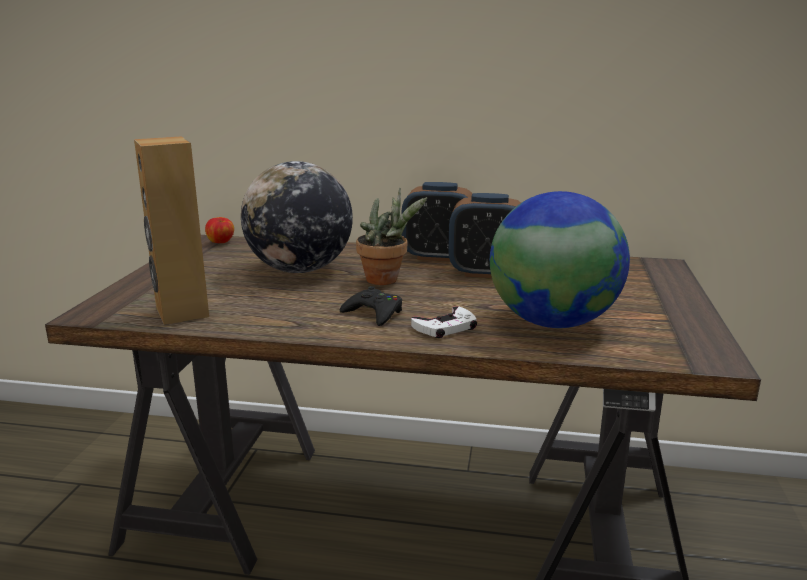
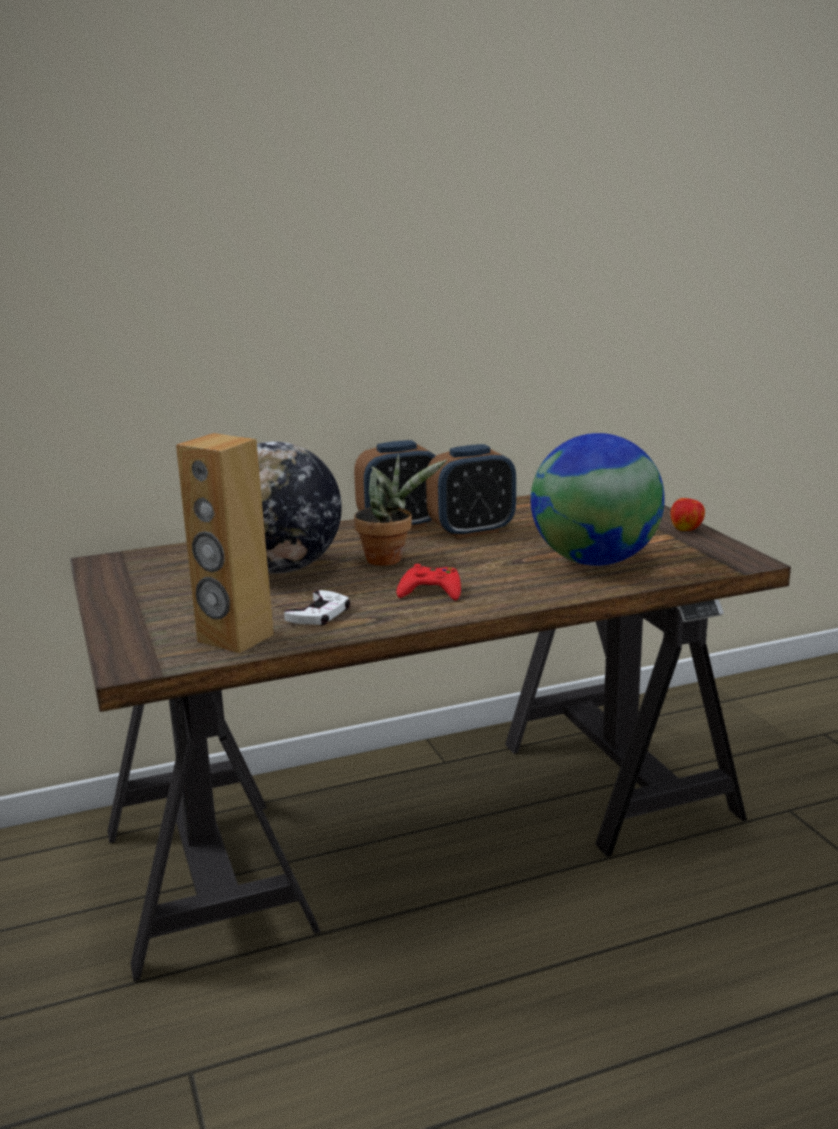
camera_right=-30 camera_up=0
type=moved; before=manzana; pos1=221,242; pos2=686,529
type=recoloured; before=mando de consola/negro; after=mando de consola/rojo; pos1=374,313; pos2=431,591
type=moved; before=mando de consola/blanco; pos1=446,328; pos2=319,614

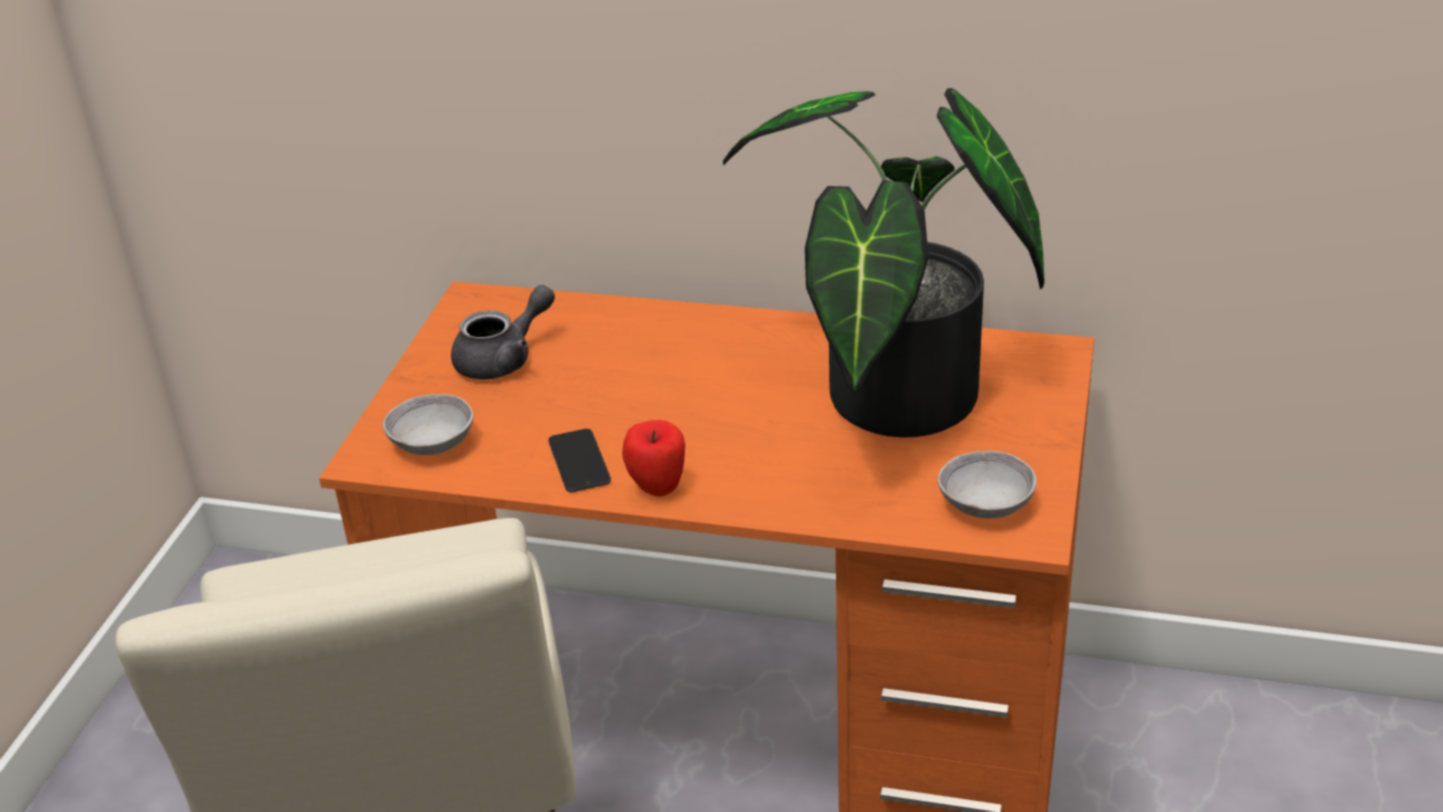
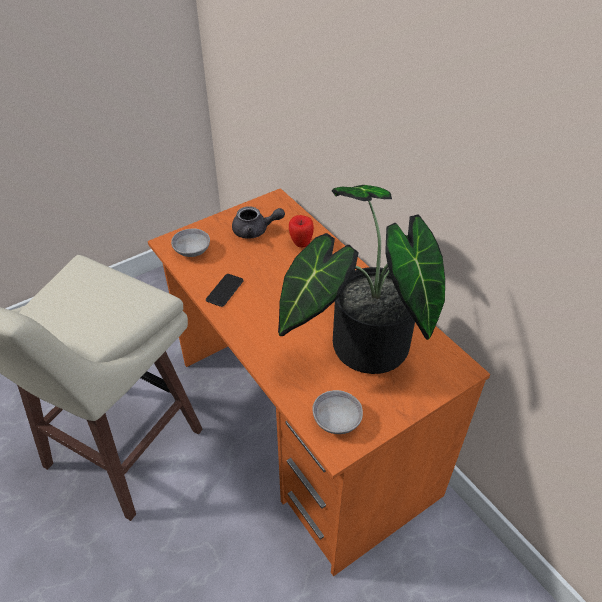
camera_right=40 camera_up=10
type=moved; before=manzana; pos1=657,489; pos2=301,244

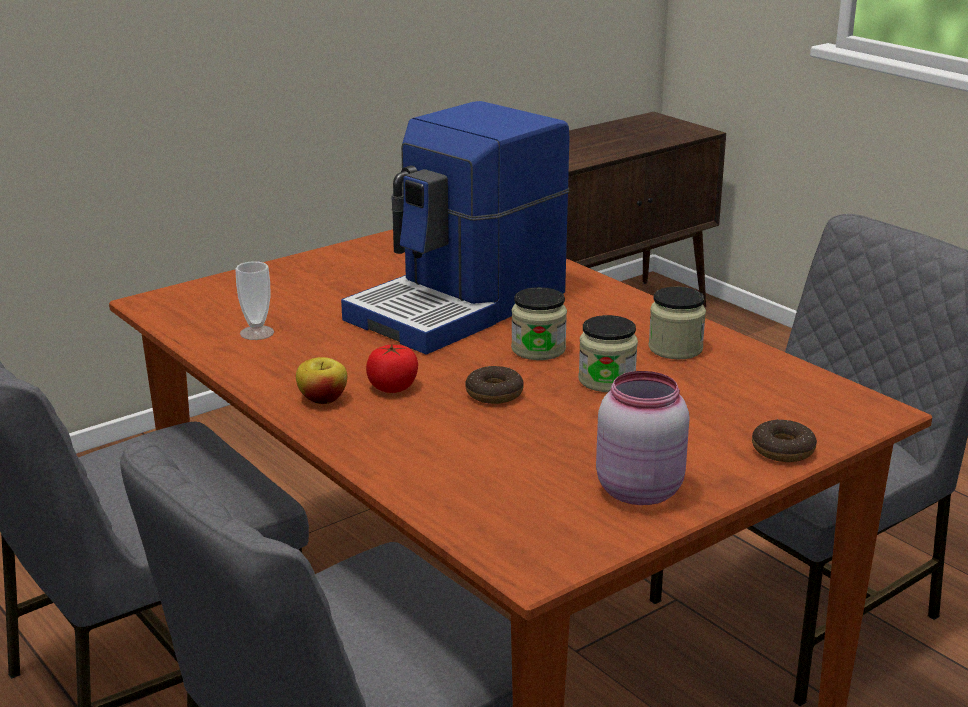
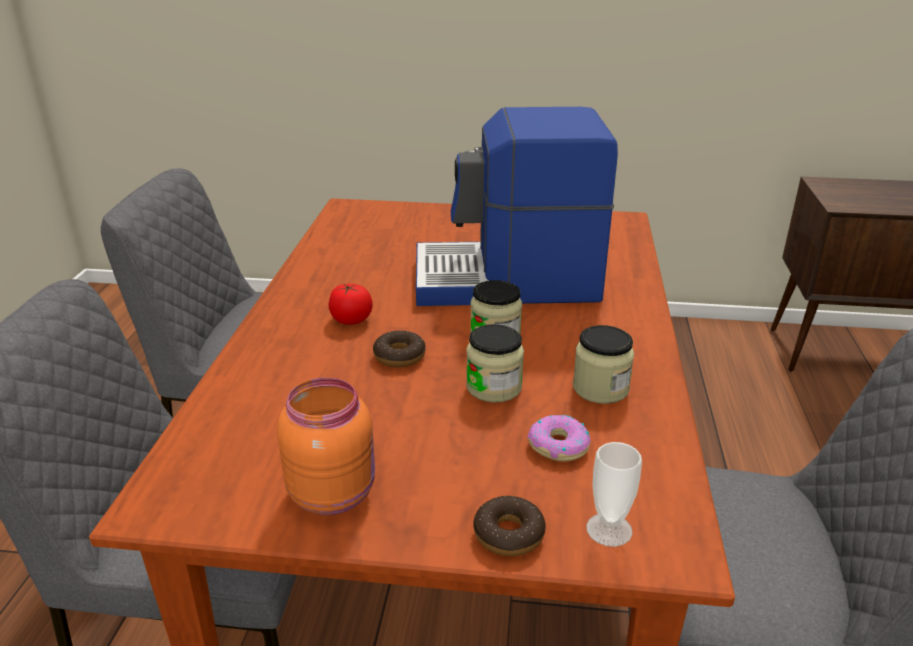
camera_right=45 camera_up=5
type=moved; before=taza; pos1=257,333; pos2=609,529
type=removed; before=manzana; pos1=323,399
type=recoloured; before=tarro/rosa; after=tarro/naranja; pos1=638,489; pos2=333,492
type=added; after=rosquilla; pos2=558,445

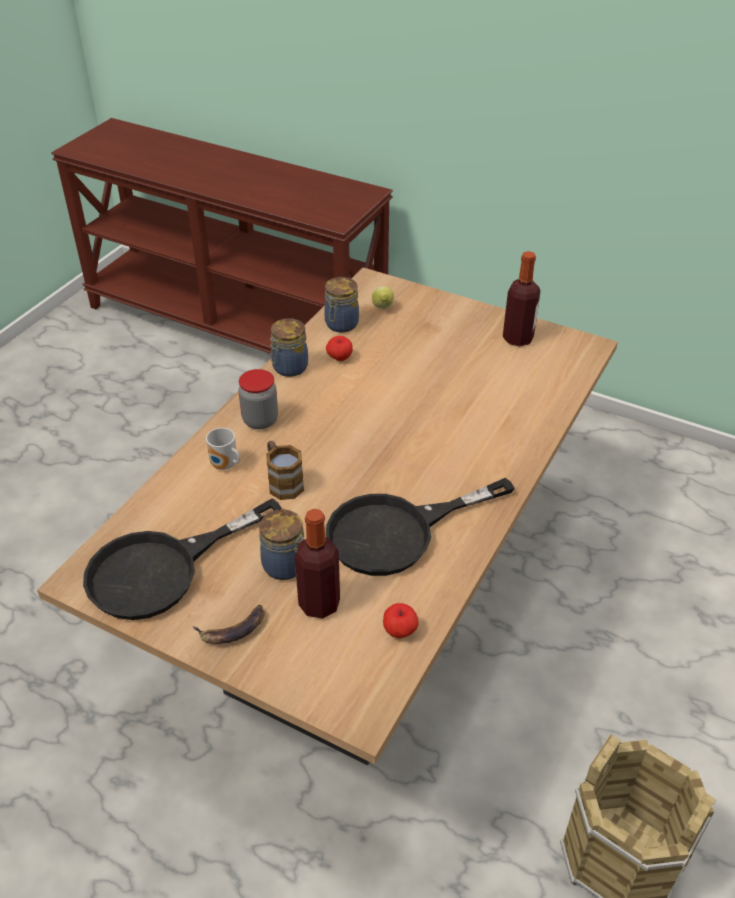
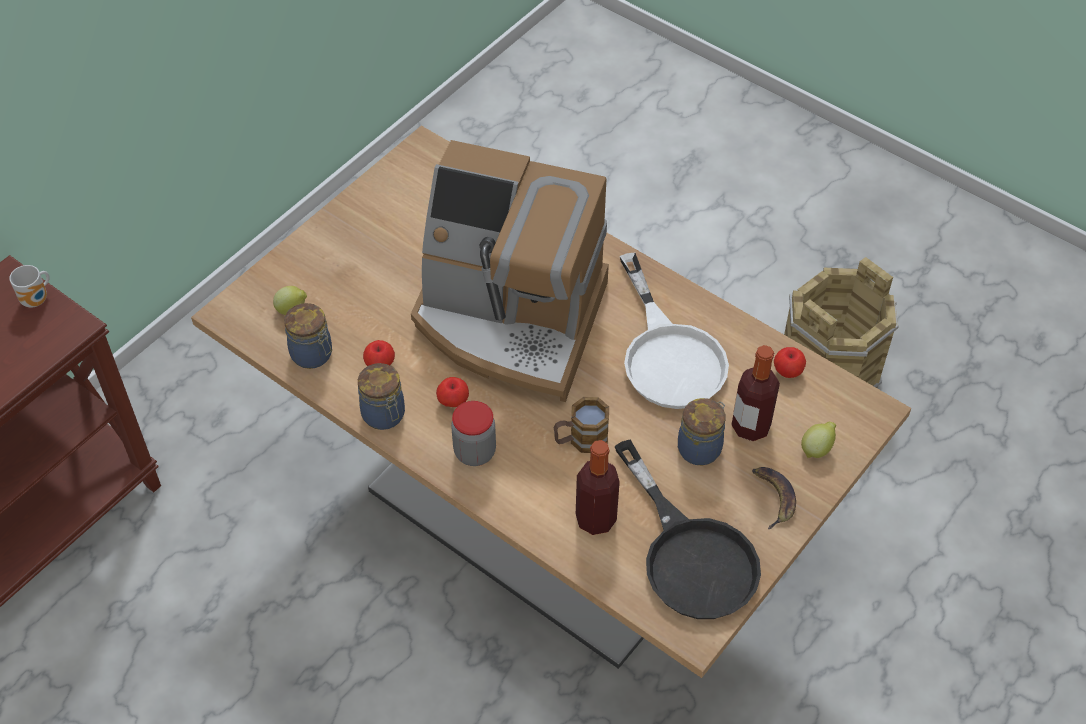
camera_right=-80 camera_up=10
type=moved; before=taza grande; pos1=225,466; pos2=37,300
type=recoloured; before=sartén/negro; after=sartén/blanco; pos1=397,532; pos2=669,354
type=moved; before=botella; pos1=518,338; pos2=596,519
type=added; after=cafetera; pos2=510,320
type=added; after=manzana; pos2=453,401
type=added; after=limón; pos2=817,449

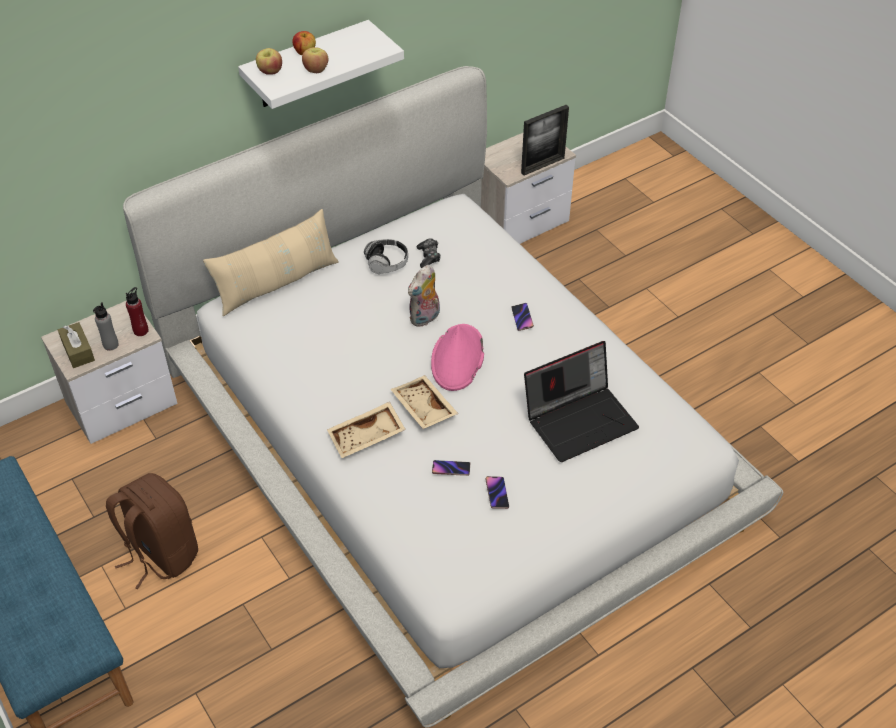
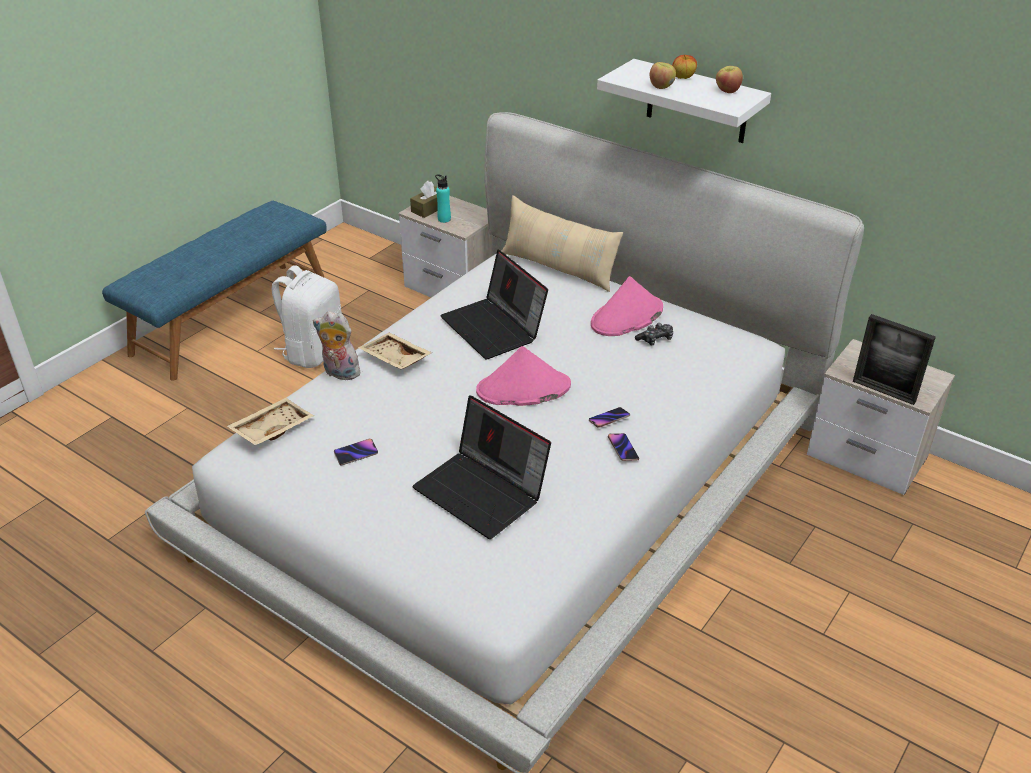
camera_right=70 camera_up=-10
type=recoloured; before=botella/gris; after=botella/turquesa; pos1=110,345; pos2=444,219
type=recoloured; before=mochila/marrón; after=mochila/blanco; pos1=160,553; pos2=313,351
type=removed; before=botella/rojo; pos1=141,330
type=moved; before=manzana; pos1=270,72; pos2=727,91
type=replaced; before=auriculares; after=sombrero/rosa; pos1=387,263; pos2=626,317
type=moved; before=bandeja/beis; pos1=422,408; pos2=271,429
type=moved; before=peluche; pos1=425,318; pos2=339,373
type=moved; before=móvil; pos1=451,469; pos2=622,449
type=added; after=portátil; pos2=494,328

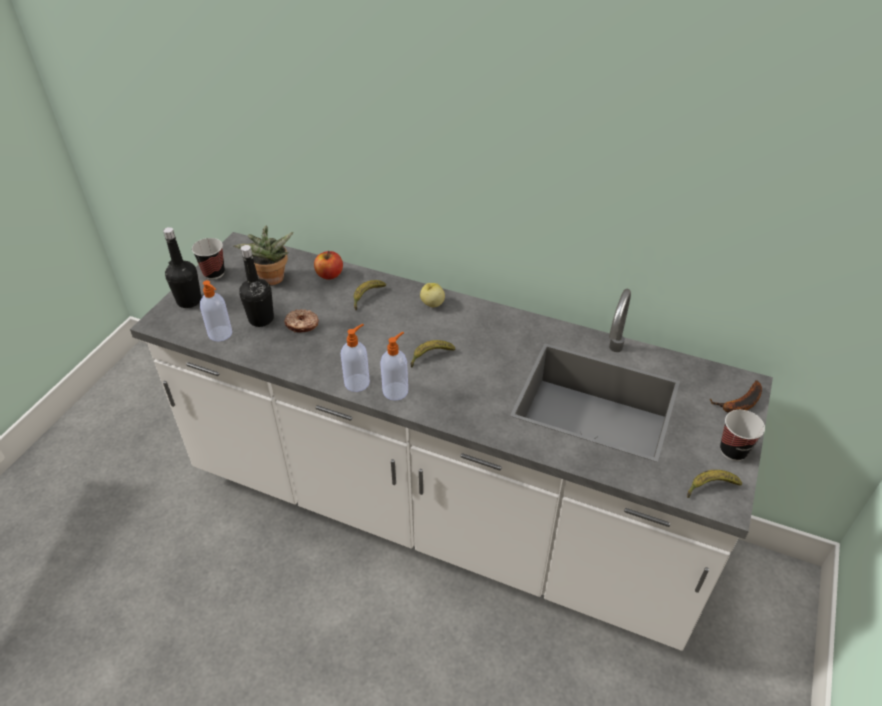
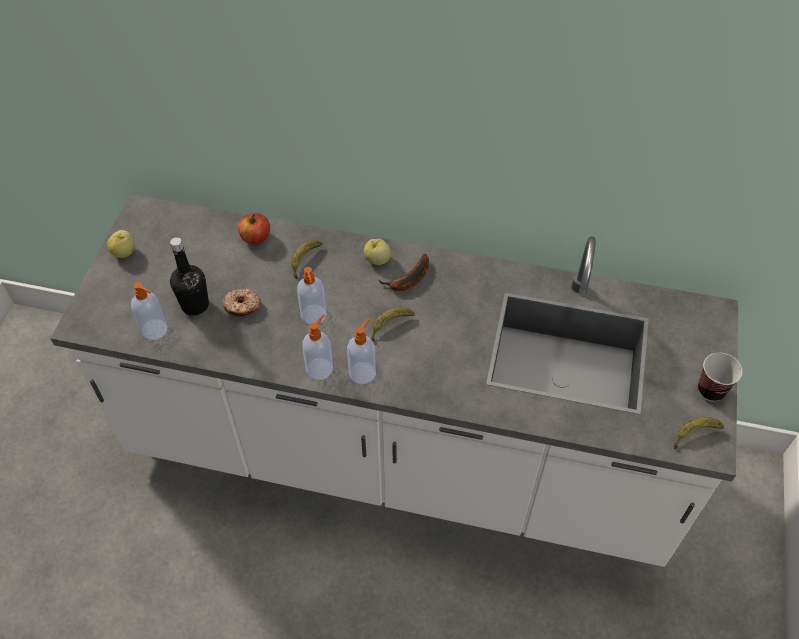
camera_right=-10 camera_up=10
type=removed; before=botella/negro; pos1=189,301
type=replaced; before=taza; after=manzana; pos1=214,273; pos2=124,252
type=removed; before=planta en maceta; pos1=271,281
type=moved; before=plátano; pos1=740,404; pos2=408,280
type=added; after=dispensador de jabón; pos2=314,315

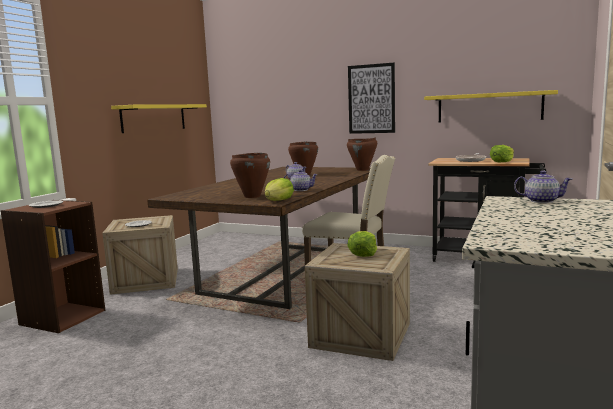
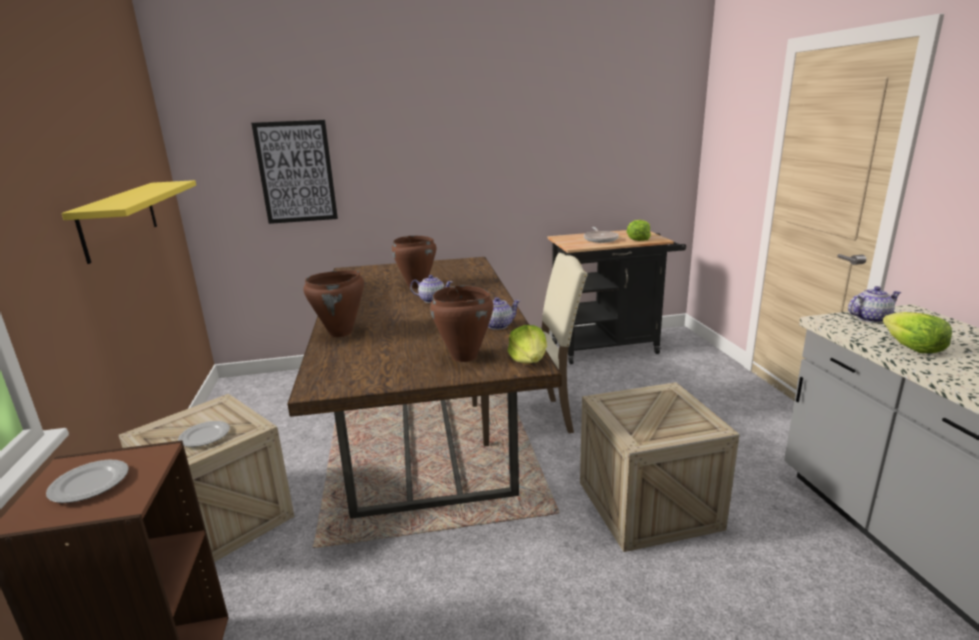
camera_right=-35 camera_up=10
type=moved; before=olla/marrón; pos1=362,170; pos2=341,333
type=moved; before=lechuga; pos1=363,254; pos2=912,347
type=moved; before=cuadro; pos1=371,99; pos2=296,172
type=removed; before=estante/amarillo; pos1=489,107

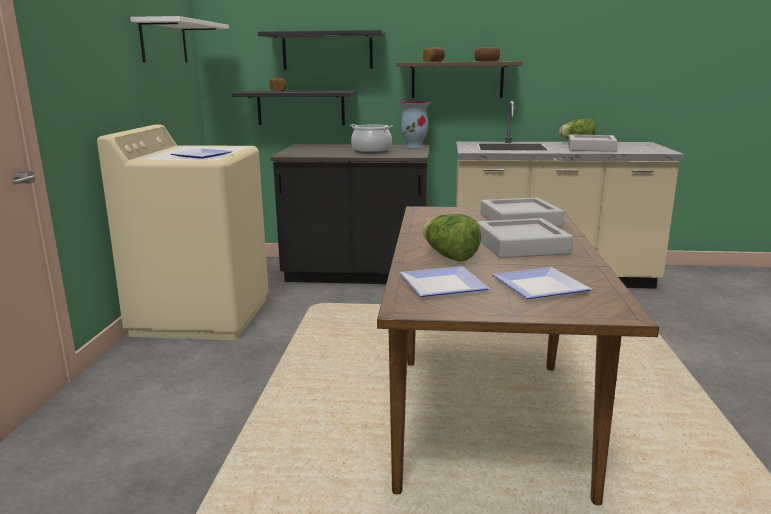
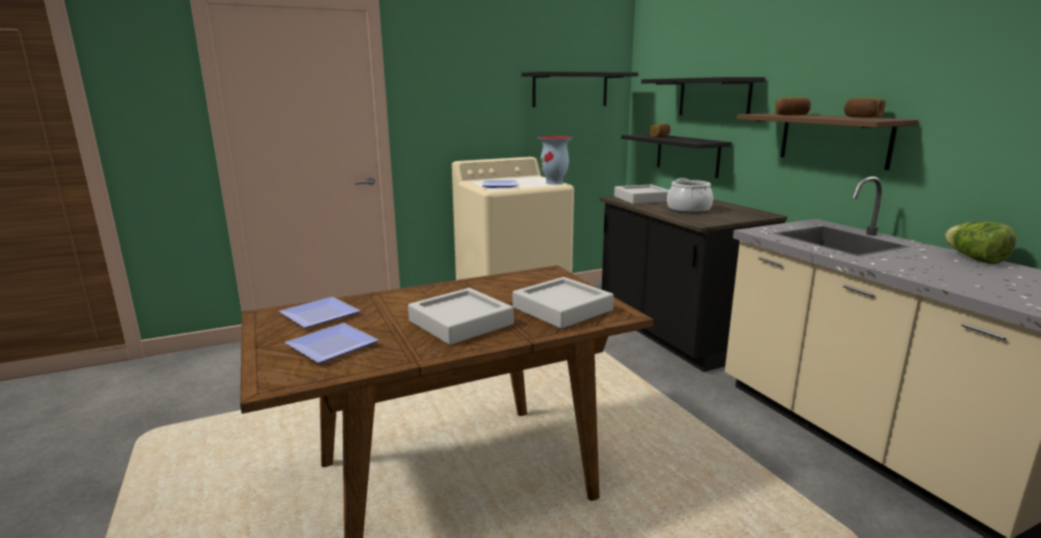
camera_right=60 camera_up=0
type=recoloured; before=estante/blanco; after=estante/negro; pos1=164,42; pos2=570,89
type=moved; before=florero; pos1=414,146; pos2=555,183
type=removed; before=lechuga; pos1=449,256
type=moved; before=bandeja/gris; pos1=591,148; pos2=642,199

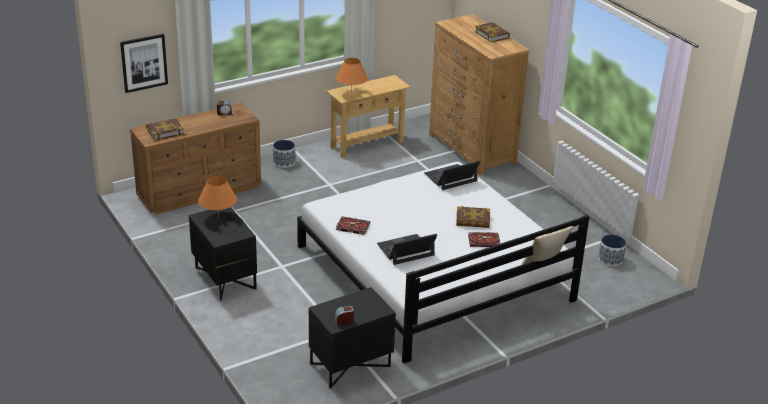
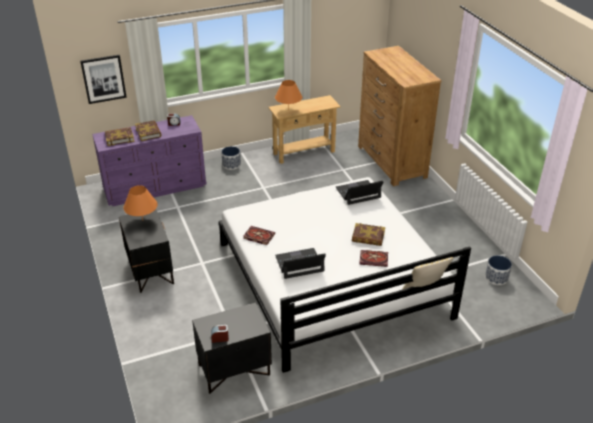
camera_right=10 camera_up=5
type=recoloured; before=cómoda/marrón; after=cómoda/morado; pos1=200,191; pos2=155,187
type=moved; before=libro; pos1=492,35; pos2=148,132

